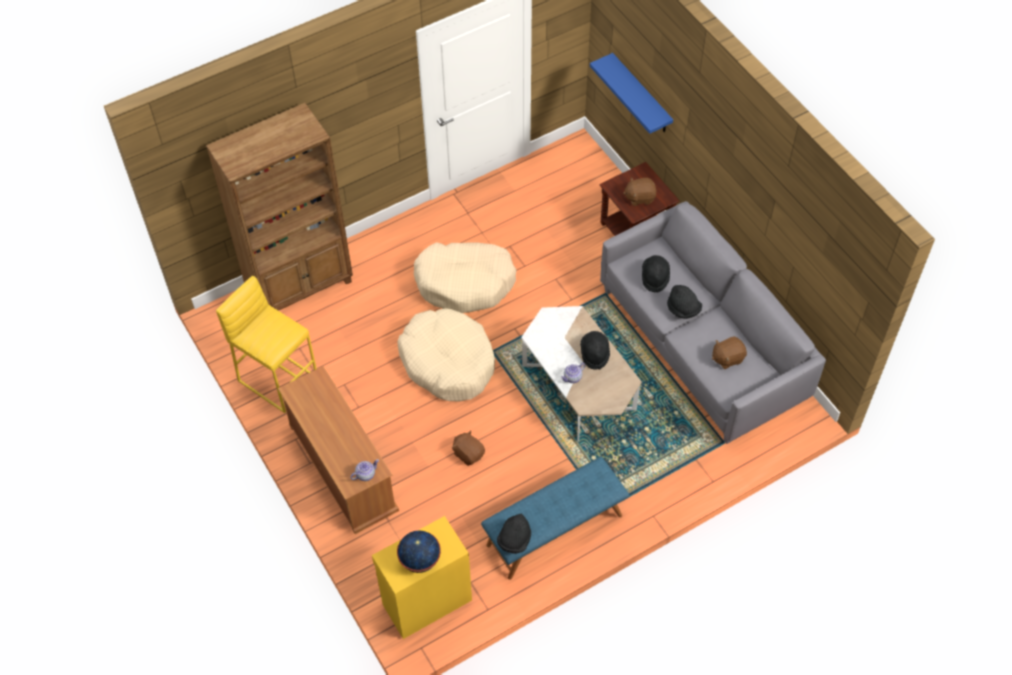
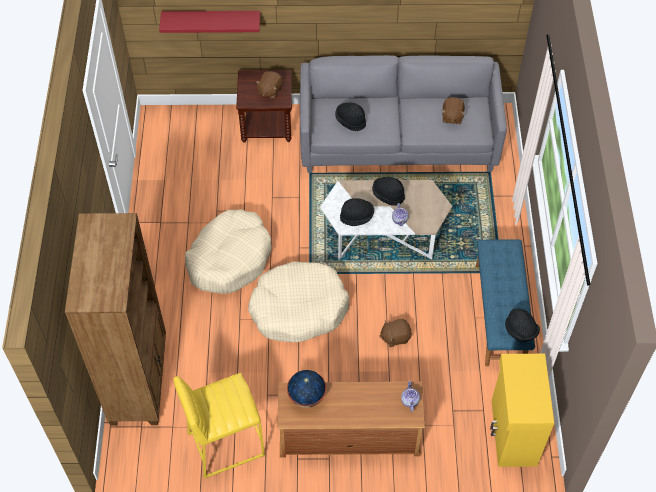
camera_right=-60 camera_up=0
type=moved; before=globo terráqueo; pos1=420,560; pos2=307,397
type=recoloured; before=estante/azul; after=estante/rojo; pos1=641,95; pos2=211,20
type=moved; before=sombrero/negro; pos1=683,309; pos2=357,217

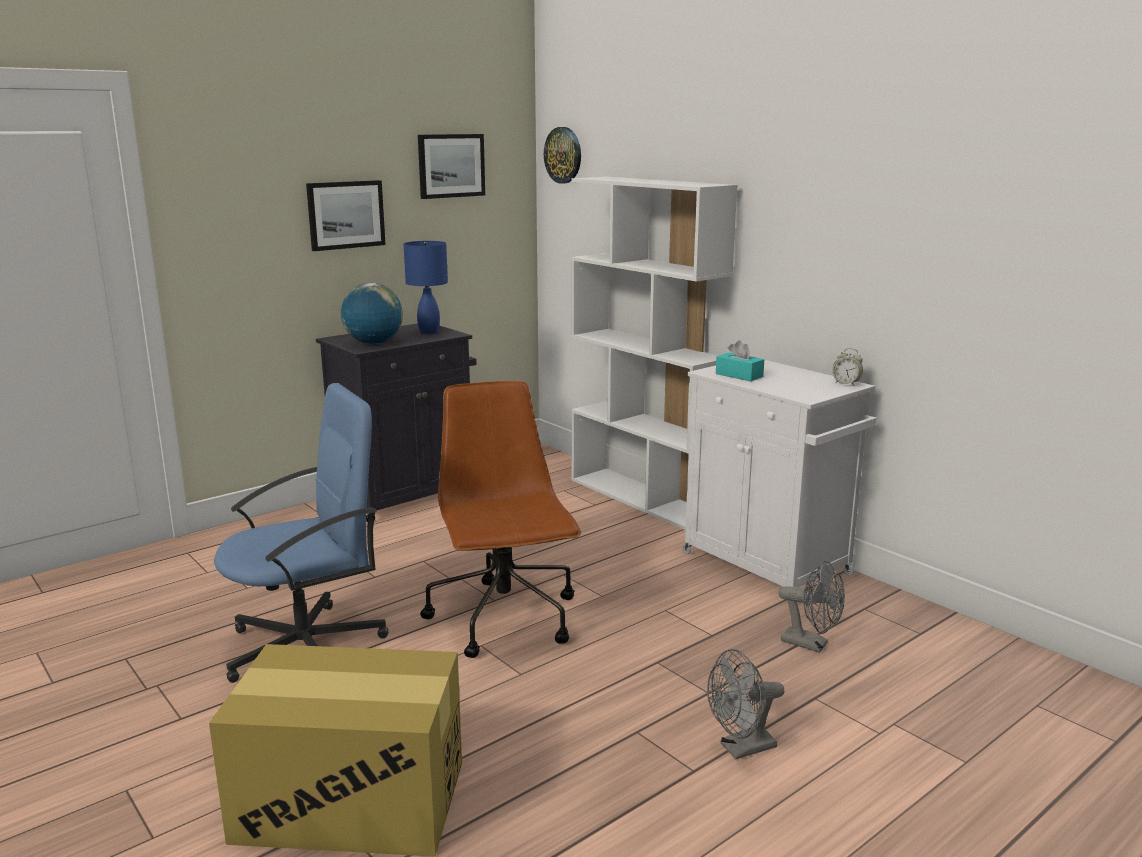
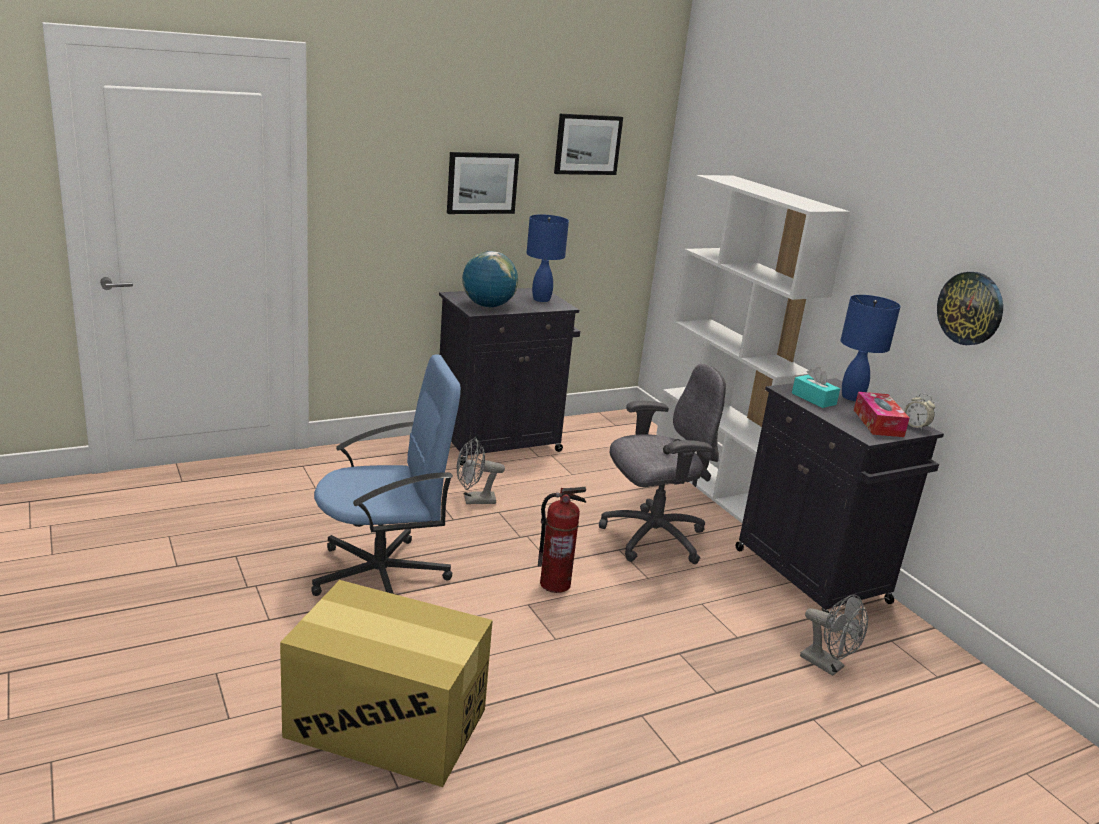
camera_right=10 camera_up=5
type=replaced; before=silla de oficina/marrón; after=extintor; pos1=505,620; pos2=555,584
type=moved; before=reloj de pared; pos1=563,155; pos2=970,308
type=recoloured; before=armario/blanco; after=armario/negro; pos1=768,565; pos2=813,577
type=moved; before=ventilador/gris; pos1=741,749; pos2=474,500
type=added; after=silla de oficina/gris; pos2=652,538
type=added; after=lámpara de mesa/azul; pos2=853,397
type=added; after=caja de pañuelos; pos2=878,423

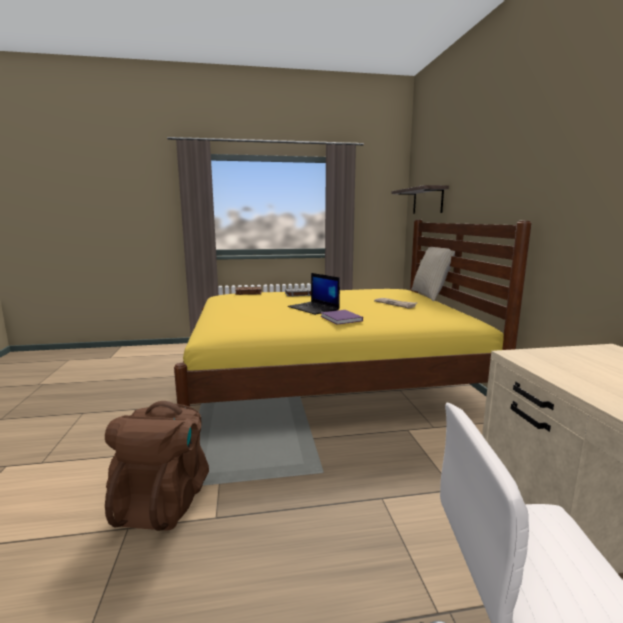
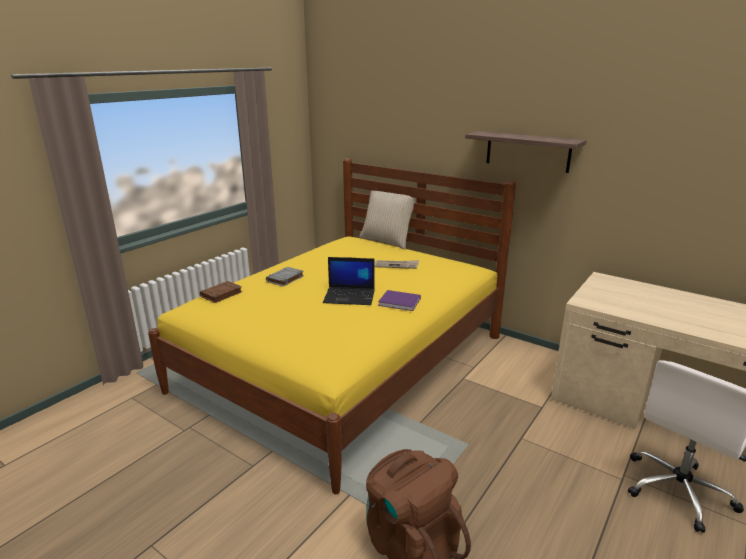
camera_right=-45 camera_up=10
type=moved; before=estante; pos1=427,201; pos2=527,151

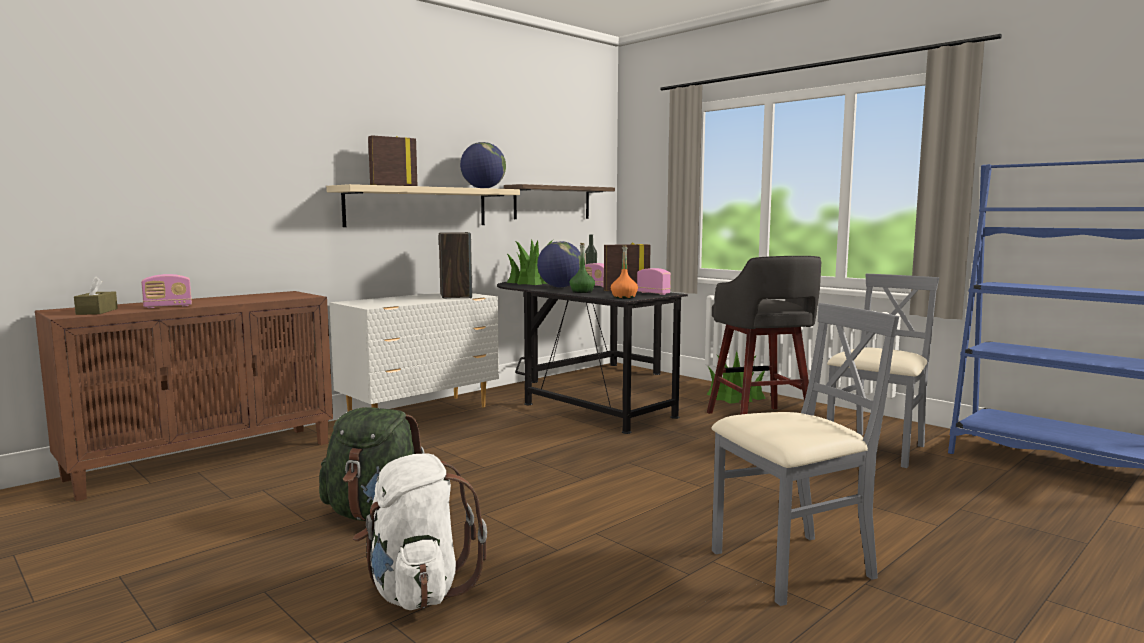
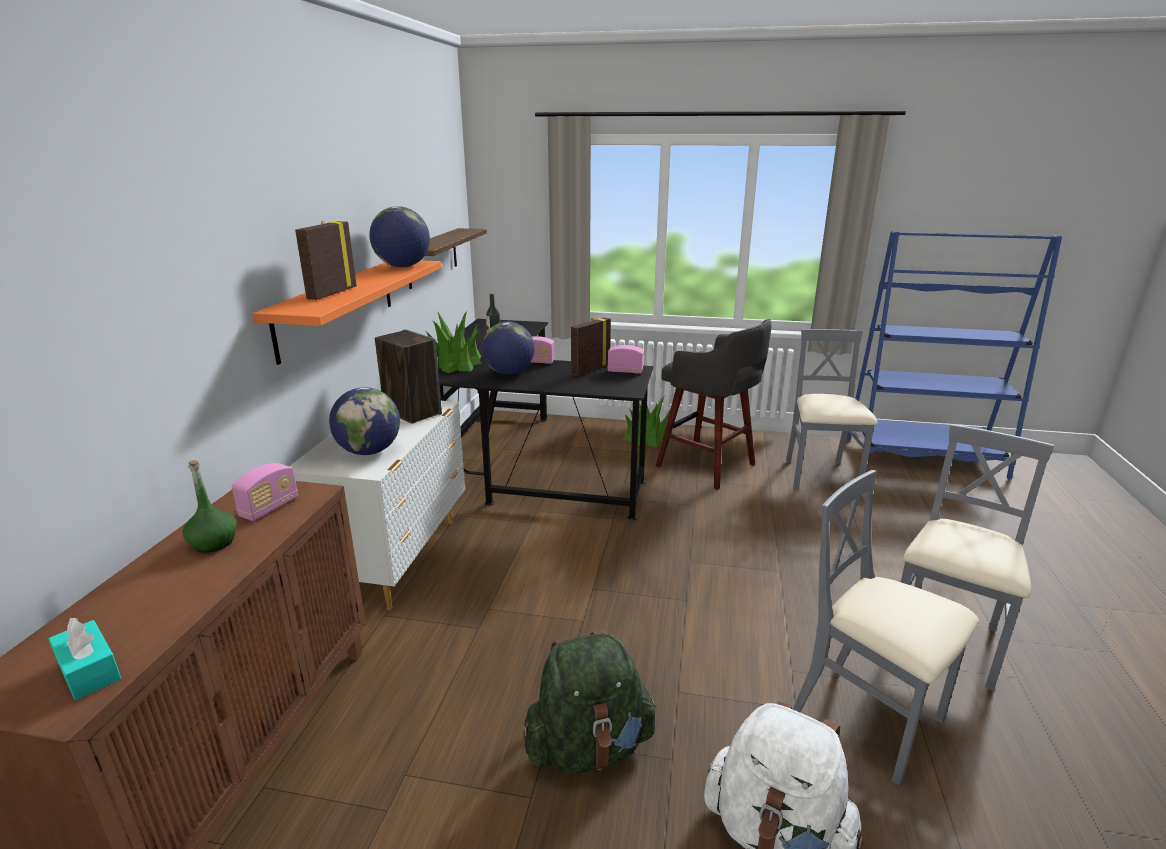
camera_right=-35 camera_up=15
type=recoloured; before=caja de pañuelos/marrón; after=caja de pañuelos/turquesa; pos1=97,311; pos2=89,670
type=moved; before=radio; pos1=168,306; pos2=269,508
type=recoloured; before=estante/beis; after=estante/naranja; pos1=418,207; pos2=337,306
type=moved; before=botella/verde; pos1=582,292; pos2=214,542
type=removed; before=botella/naranja; pos1=624,297
type=added; after=globo terráqueo; pos2=369,451
type=added; after=silla/gris; pos2=869,718

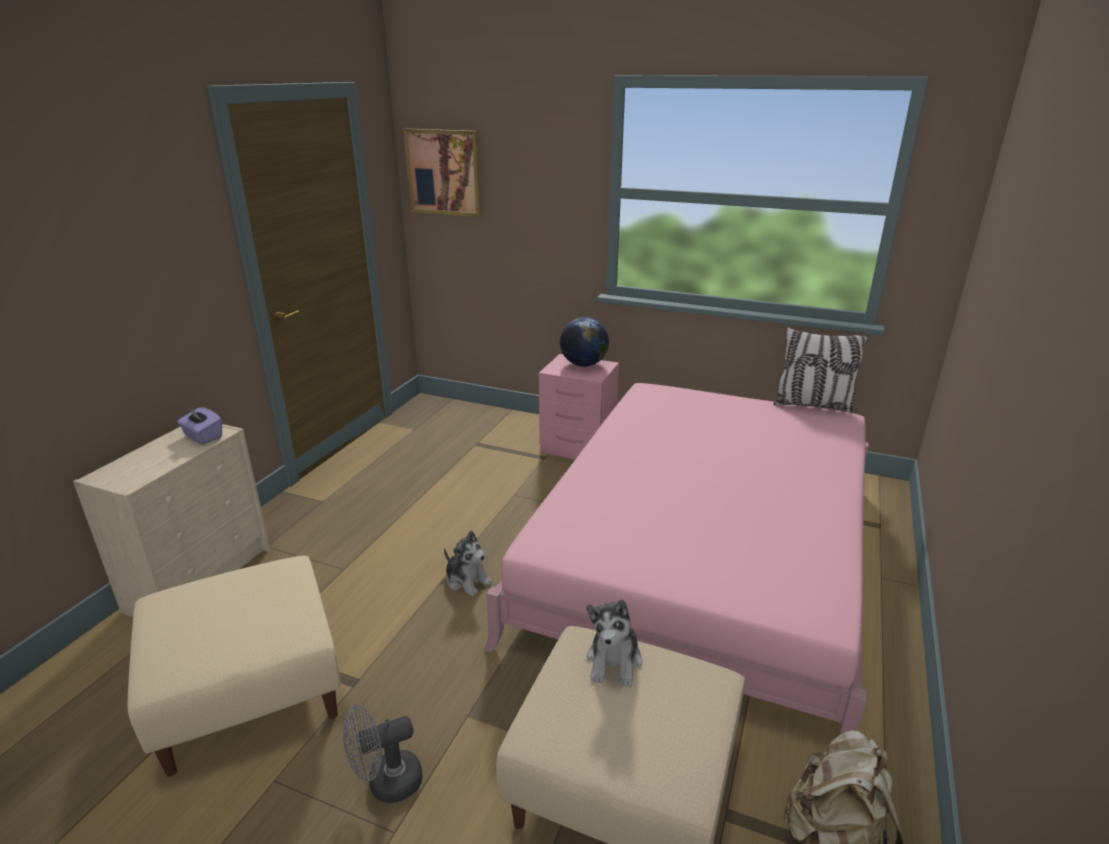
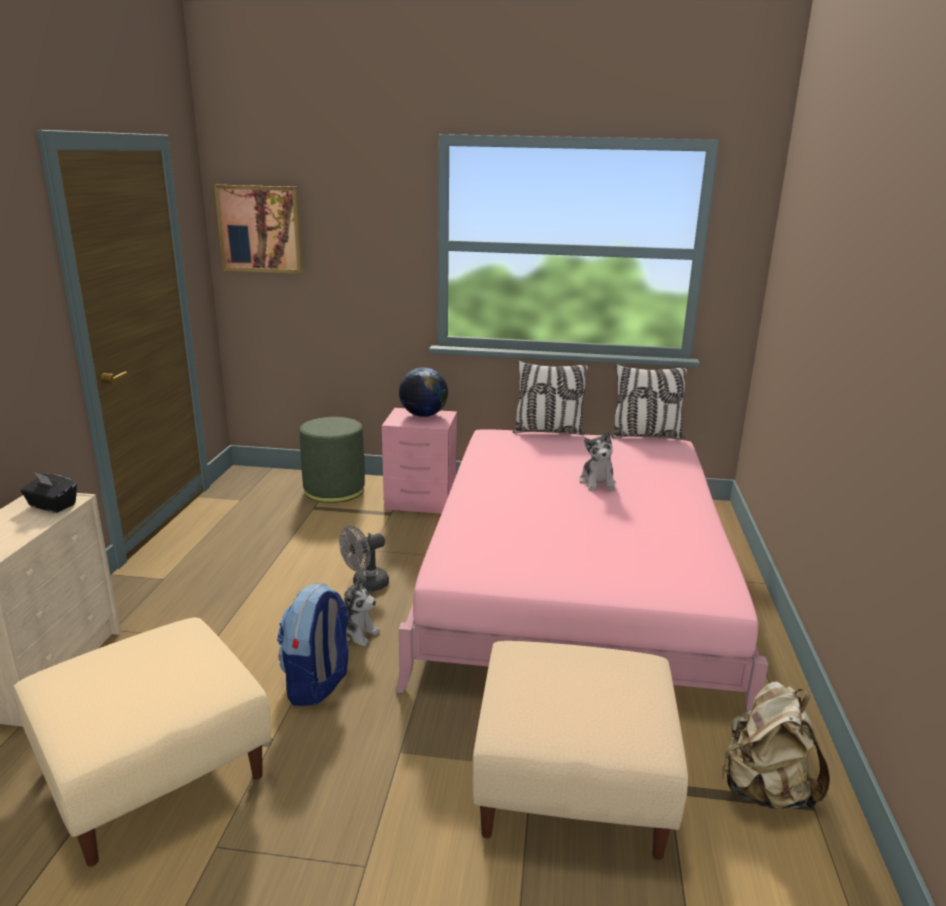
camera_right=-15 camera_up=-5
type=recoloured; before=caja de pañuelos/morado; after=caja de pañuelos/negro; pos1=203,437; pos2=52,506
type=moved; before=ventilador/gris; pos1=386,783; pos2=365,585
type=moved; before=peluche; pos1=614,661; pos2=597,482
type=added; after=mochila; pos2=317,683
type=added; after=puf/verde; pos2=334,490
type=added; after=cojín; pos2=548,431

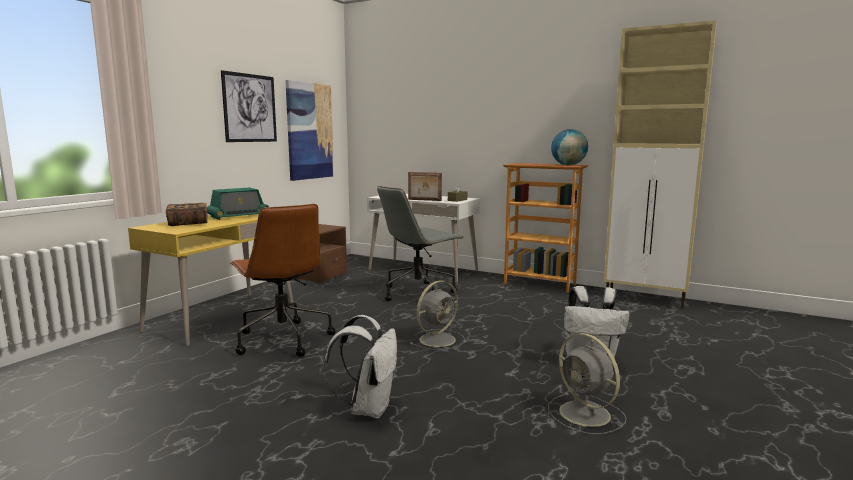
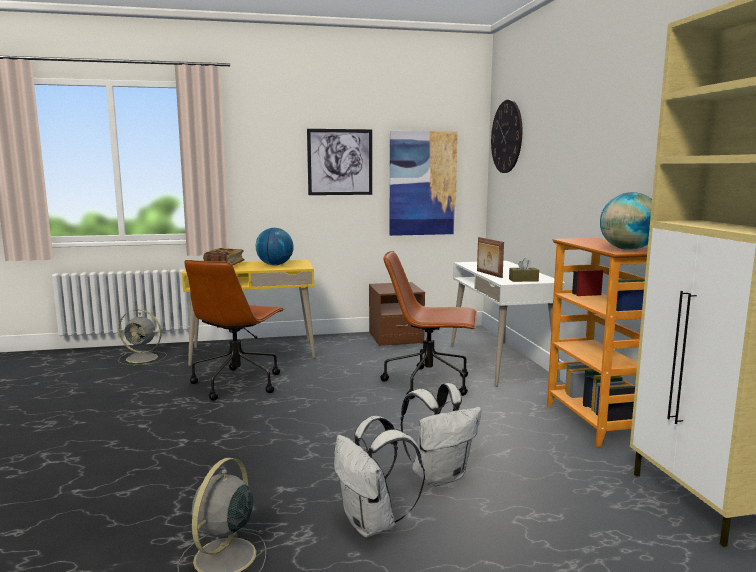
camera_right=50 camera_up=0
type=replaced; before=radio; after=globo terráqueo; pos1=238,216; pos2=275,265
type=moved; before=mochila/blanco; pos1=368,408; pos2=439,476
type=recoloured; before=silla de oficina/gris; after=silla de oficina/marrón; pos1=418,293; pos2=429,383
type=moved; before=ventilador/gris; pos1=438,339; pos2=143,358
type=added; after=reloj de pared; pos2=506,136

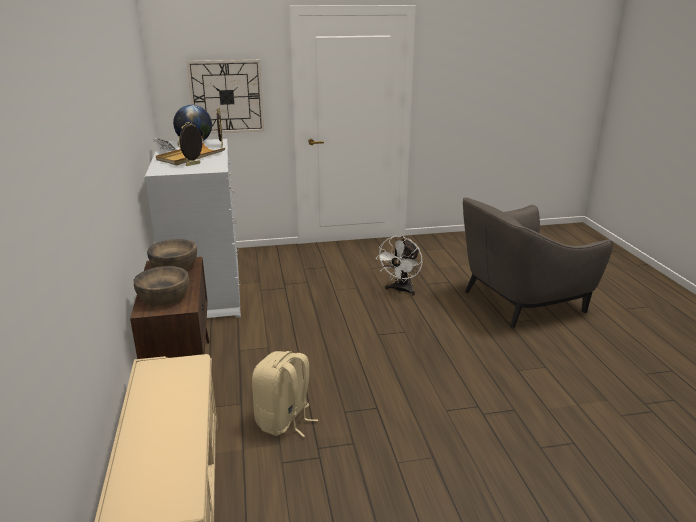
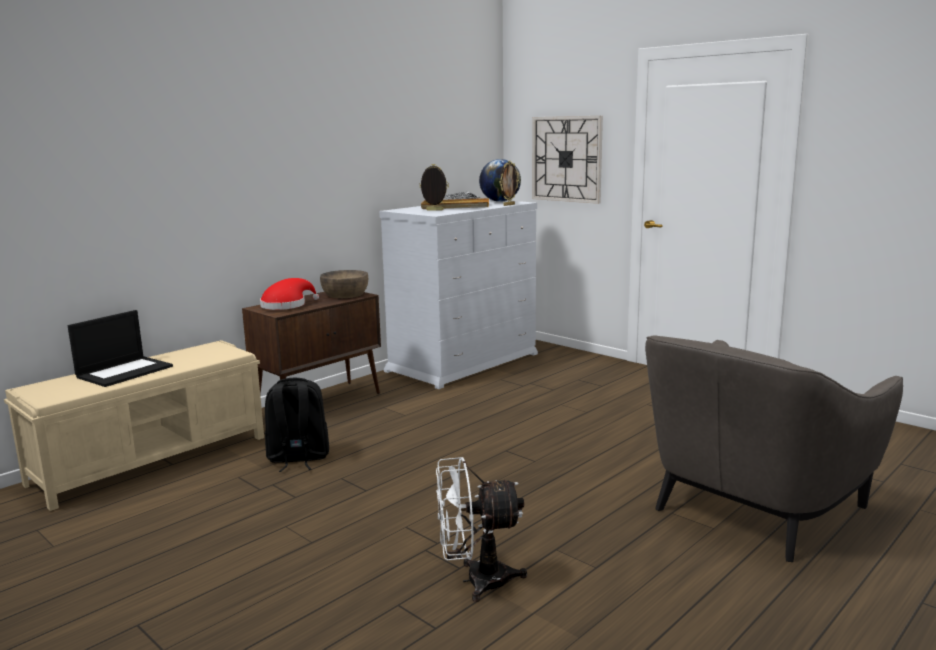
camera_right=55 camera_up=-10
type=replaced; before=cuenco/marrón; after=sombrero/rojo; pos1=164,297; pos2=286,305
type=recoloured; before=mochila/beis; after=mochila/negro; pos1=284,421; pos2=297,458
type=moved; before=ventilador/blanco; pos1=400,290; pos2=476,581
type=turned; before=sillón/gris; pos1=520,300; pos2=754,507; turn=-75
type=added; after=portátil; pos2=125,371

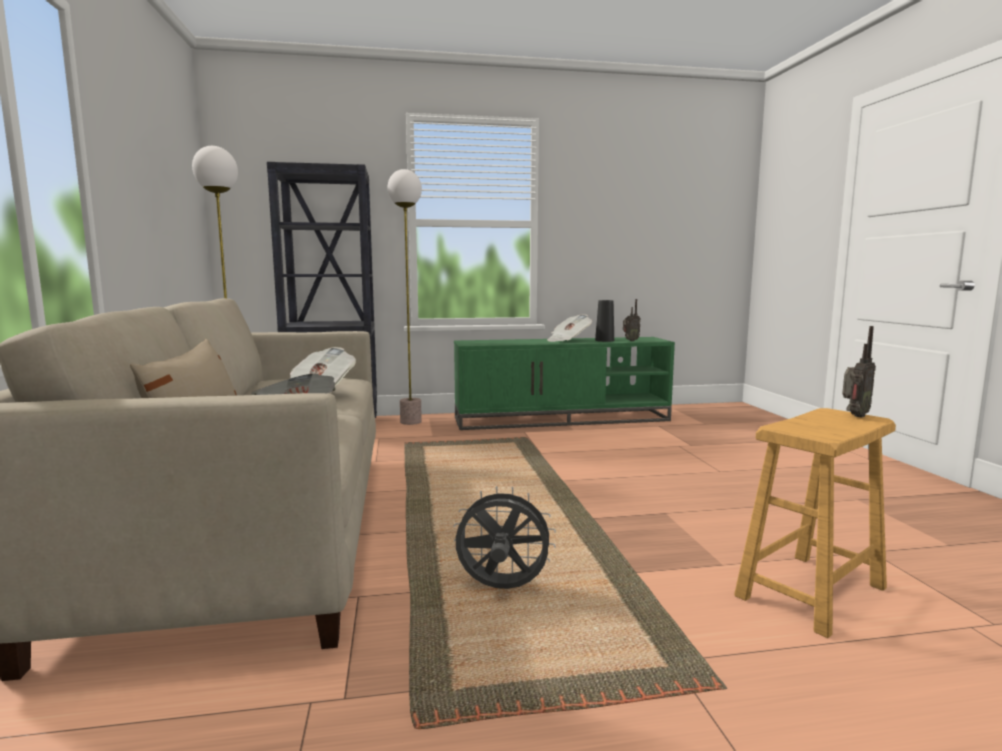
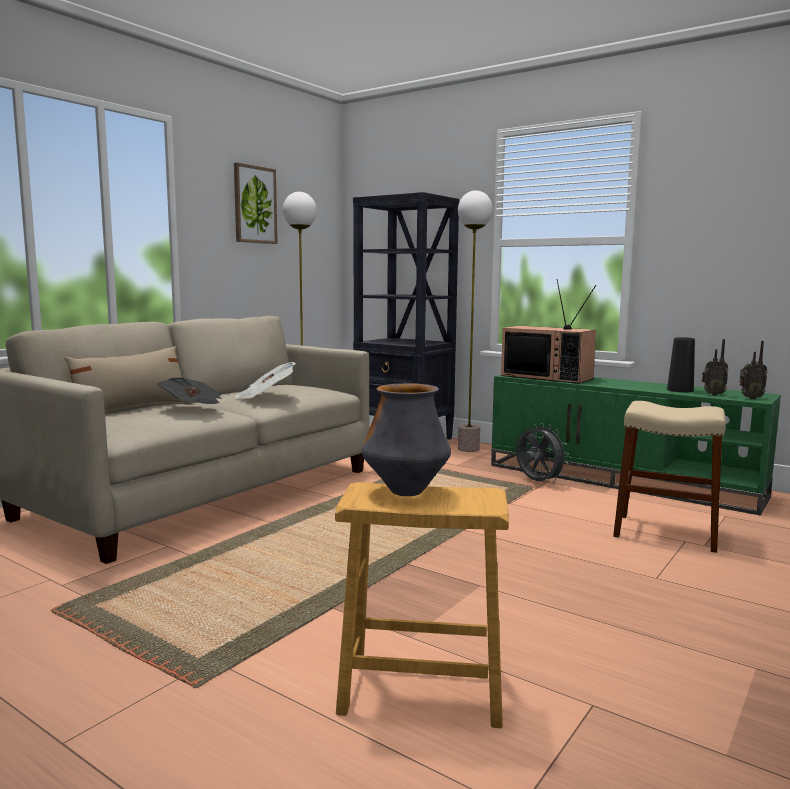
camera_right=45 camera_up=0
type=moved; before=ventilador/gris; pos1=502,589; pos2=537,482
type=removed; before=periódico; pos1=568,340
type=moved; before=radio; pos1=854,416; pos2=750,398
type=added; after=cuadro; pos2=254,205
type=added; after=florero; pos2=406,492
type=added; after=televisor; pos2=548,377
type=added; after=taburete/beis; pos2=665,533

